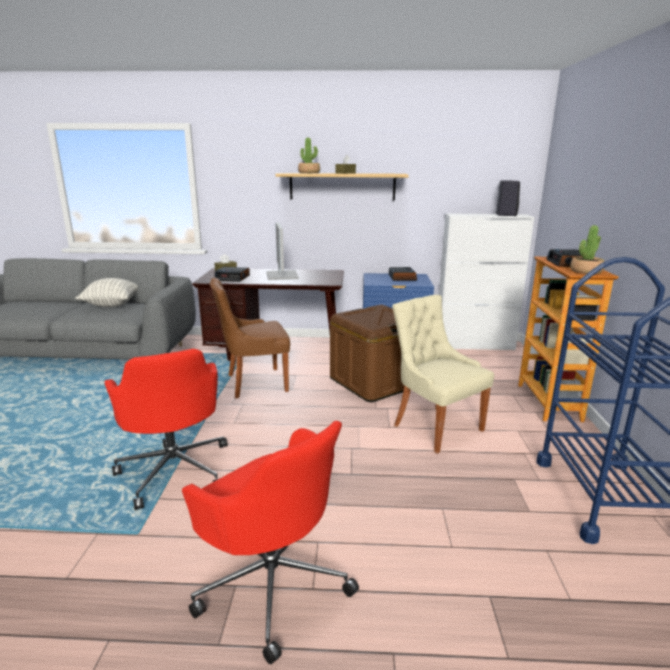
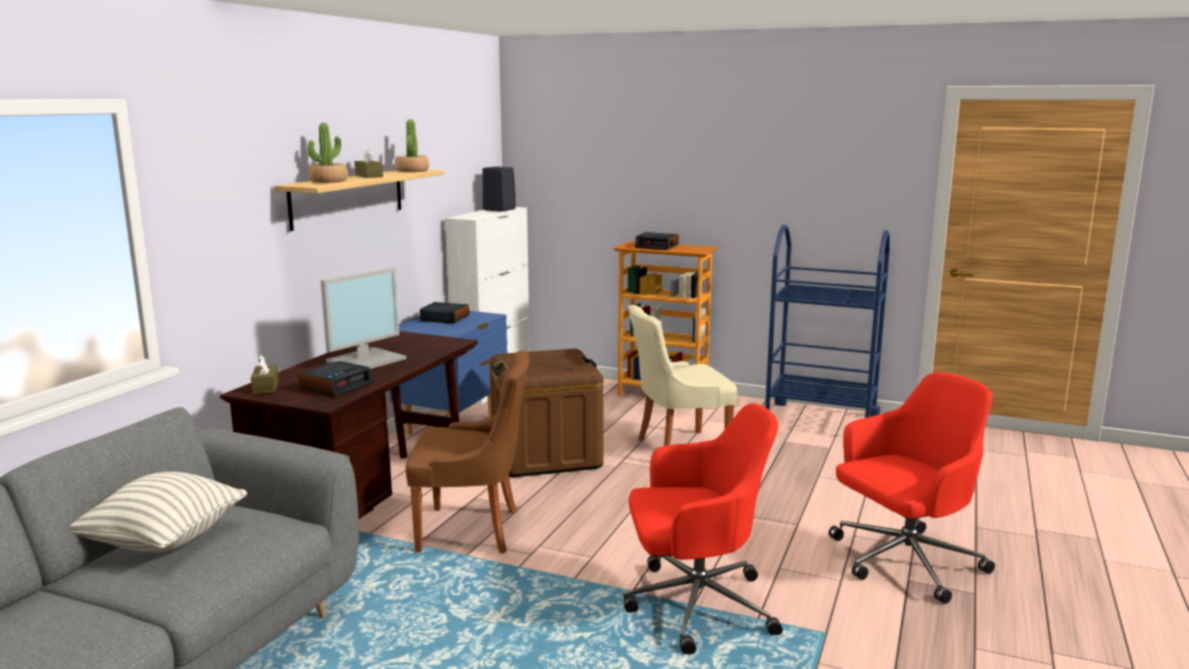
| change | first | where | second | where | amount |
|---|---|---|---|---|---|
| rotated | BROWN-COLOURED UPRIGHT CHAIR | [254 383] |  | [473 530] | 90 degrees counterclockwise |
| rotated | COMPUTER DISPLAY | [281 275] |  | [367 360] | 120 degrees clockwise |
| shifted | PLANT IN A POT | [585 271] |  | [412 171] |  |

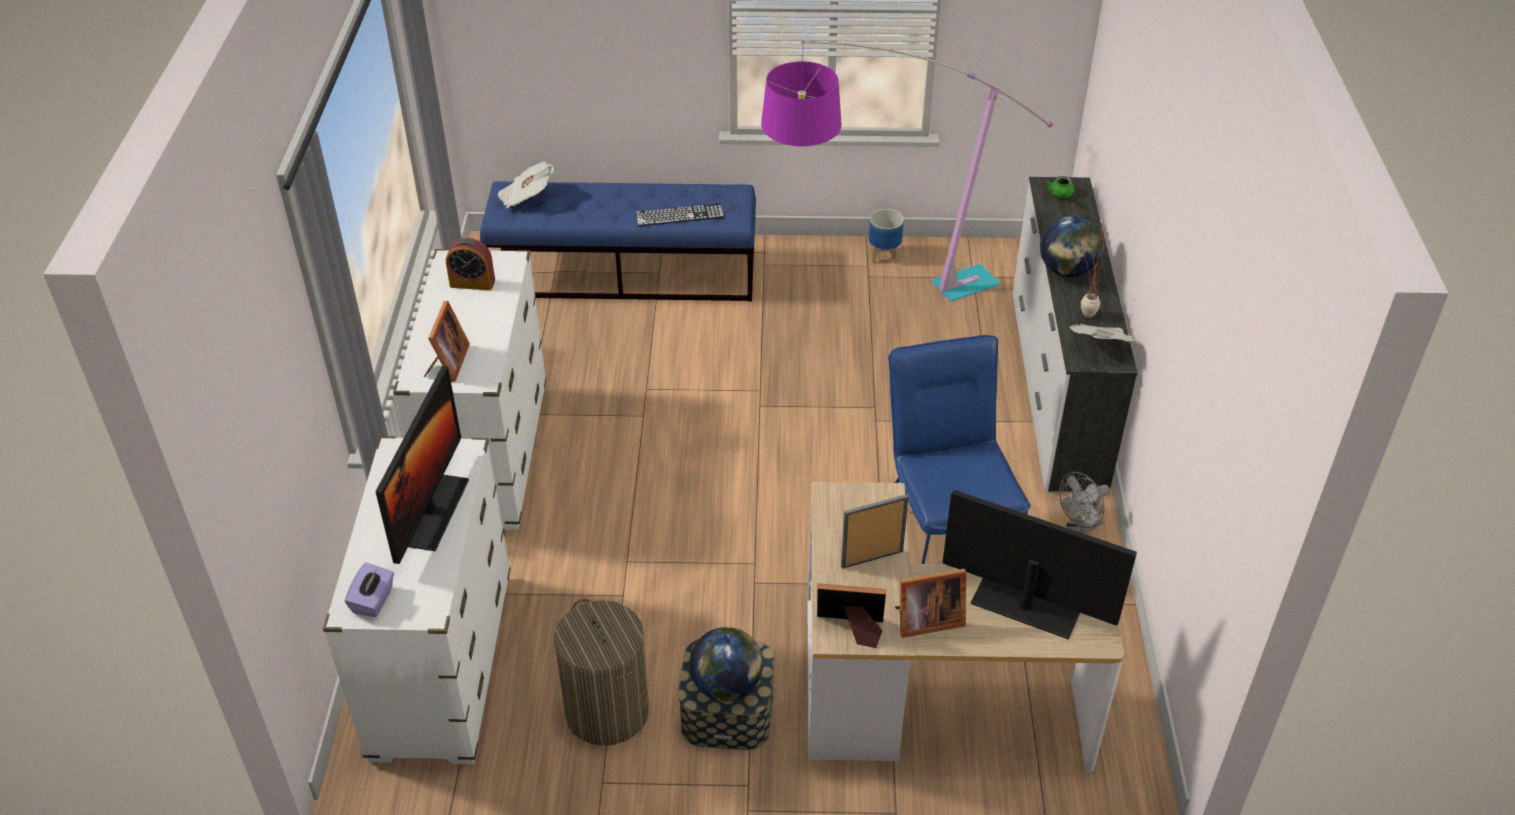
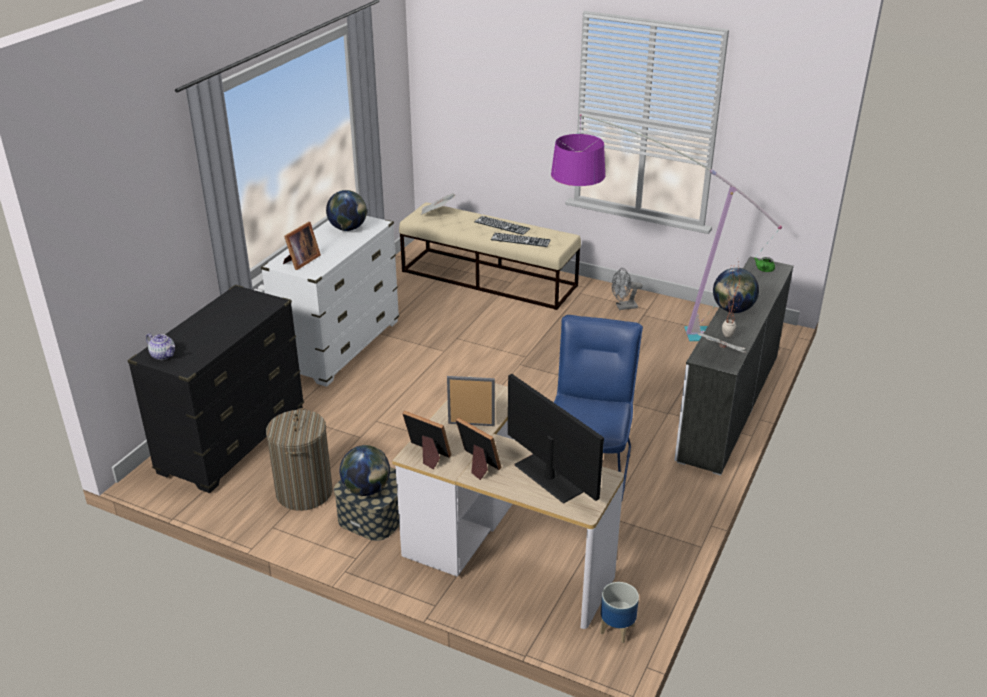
| change | first | where | second | where | amount |
|---|---|---|---|---|---|
| repainted | WHITE DRESSER | [442 665] | BLACK-COLOURED DRESSER | [233 440] |  |
| swapped | PURPLE-COLOURED TISSUE HOLDER | [373 601] | TEAPOT | [163 355] |  |
| gone | COMPUTER DISPLAY | [431 511] |  |  |  |
| swapped | BEDSIDE CLOCK | [472 283] | WORLD GLOBE | [348 229] |  |
| repainted | BLUE LONG SEAT | [625 274] | BEIGE LONG SEAT | [489 278] |  |
| shifted | PLANTER | [884 256] |  | [616 629] |  |
| rotated | PHOTO FRAME | [925 620] |  | [477 465] | 150 degrees counterclockwise |
| shifted | GREYISH FAN | [1080 528] |  | [623 307] |  |
| new |  |  | COMPUTER KEYBOARD | [502 225] |  |

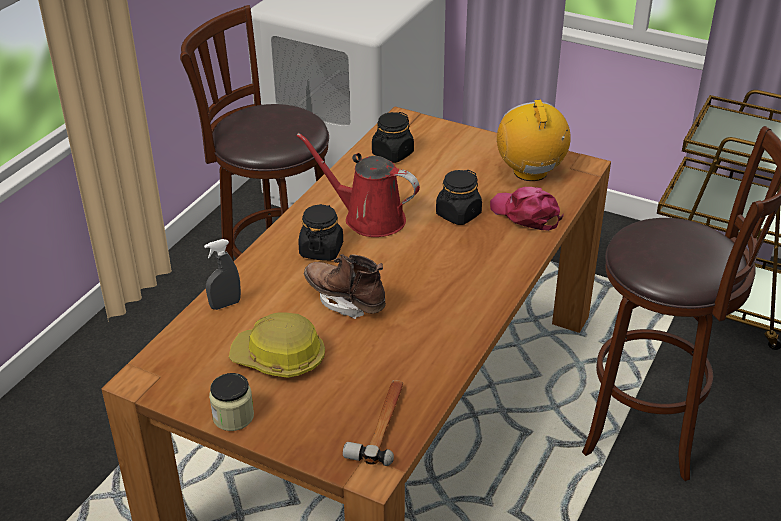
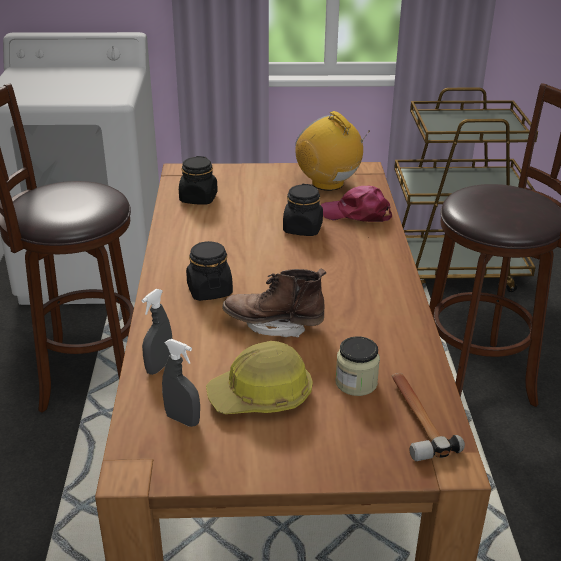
| change | first | where | second | where | amount |
|---|---|---|---|---|---|
| shifted | STORAGE JAR | [233 417] |  | [356 383] |  |
| gone | RED SPRINKLING CAN | [369 218] |  |  |  |
| new |  |  | GREYISH SPRAY BOTTLE | [182 419] |  |

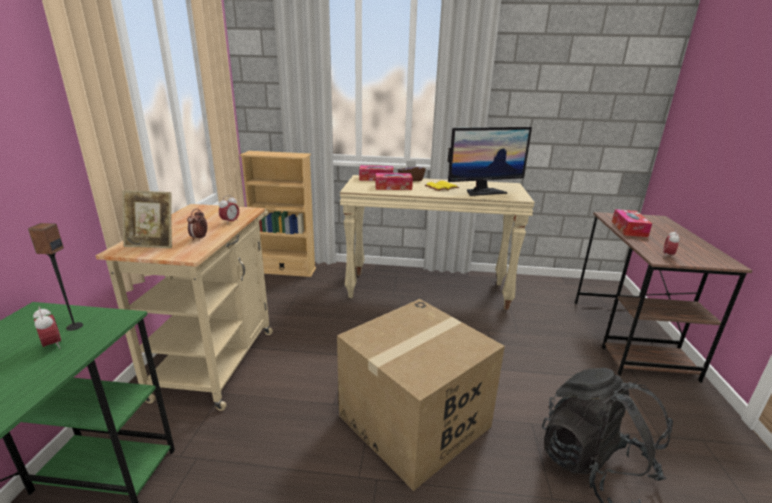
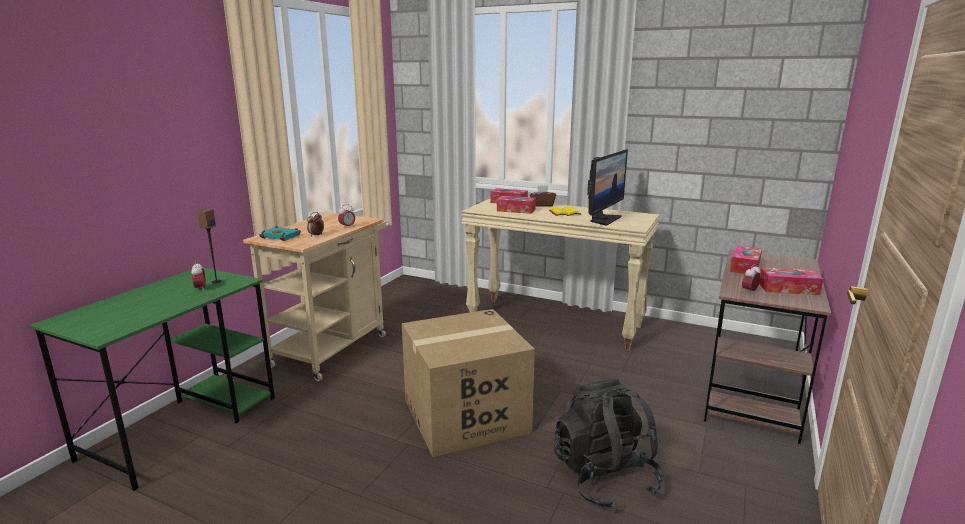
| change | first | where | second | where | amount |
|---|---|---|---|---|---|
| swapped | PHOTO FRAME | [152 244] | TURQUOISE-COLOURED VOLUME | [282 236] |  |
| gone | BEIGE SHELVING UNIT | [285 270] |  |  |  |
| rotated | COMPUTER DISPLAY | [483 191] |  | [603 219] | 60 degrees counterclockwise |
| new |  |  | TISSUE HOLDER | [788 288] |  |

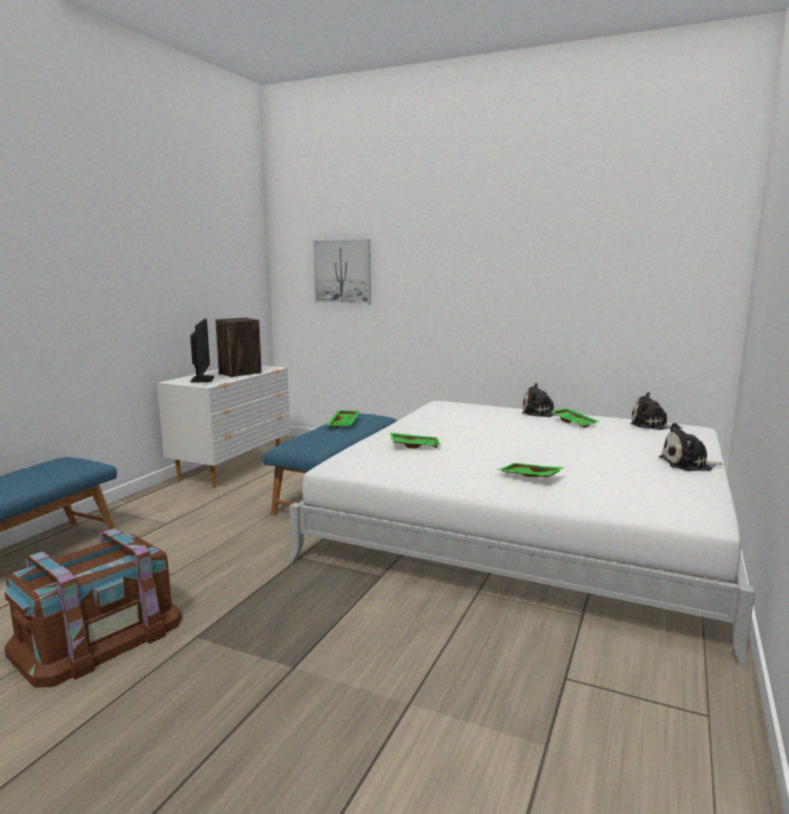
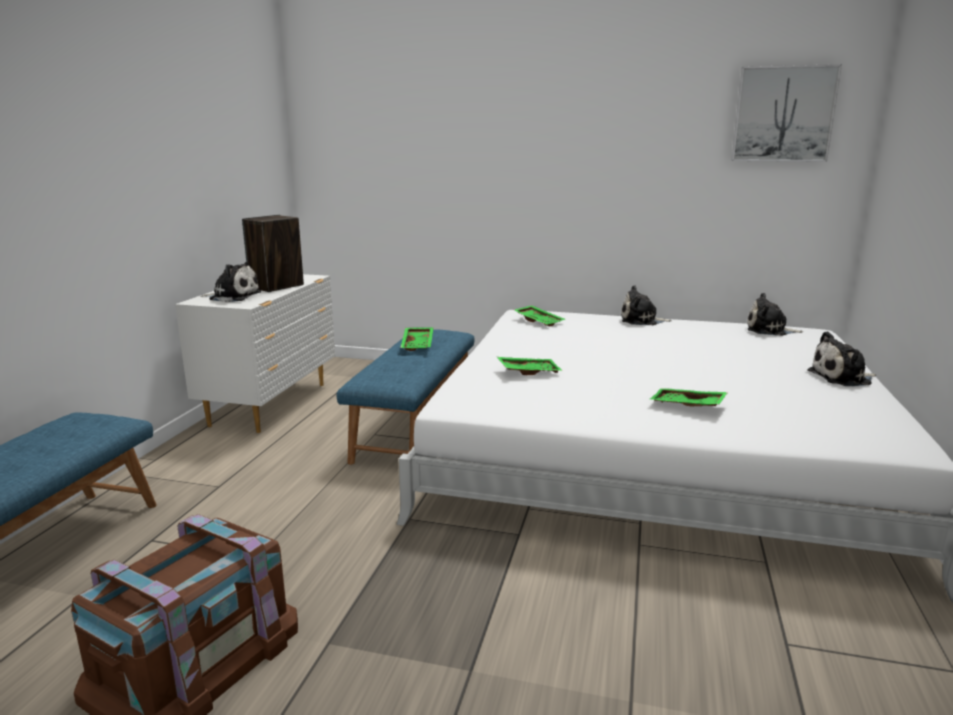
| change | first | where | second | where | amount |
|---|---|---|---|---|---|
| swapped | COMPUTER DISPLAY | [202 379] | PLUSH TOY | [233 297] |  |
| shifted | WALL PICTURE | [342 272] |  | [783 114] |  |
| shifted | GREEN-COLOURED CARRYING TRAY | [574 422] |  | [539 321] |  |

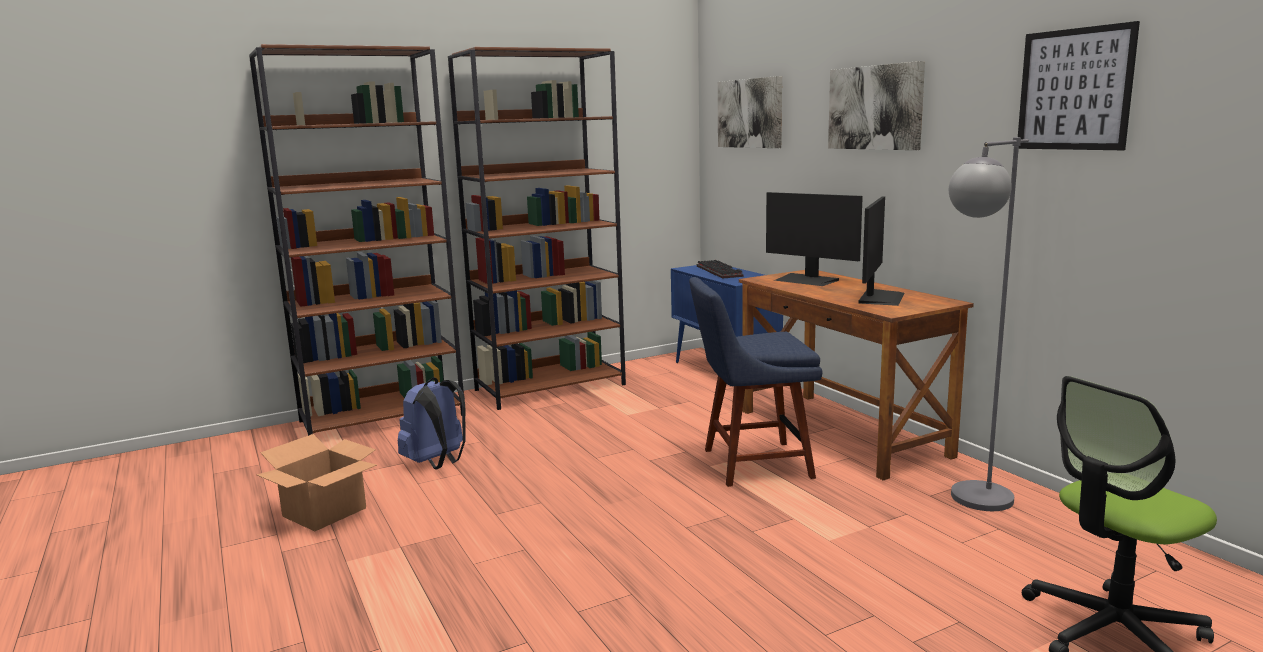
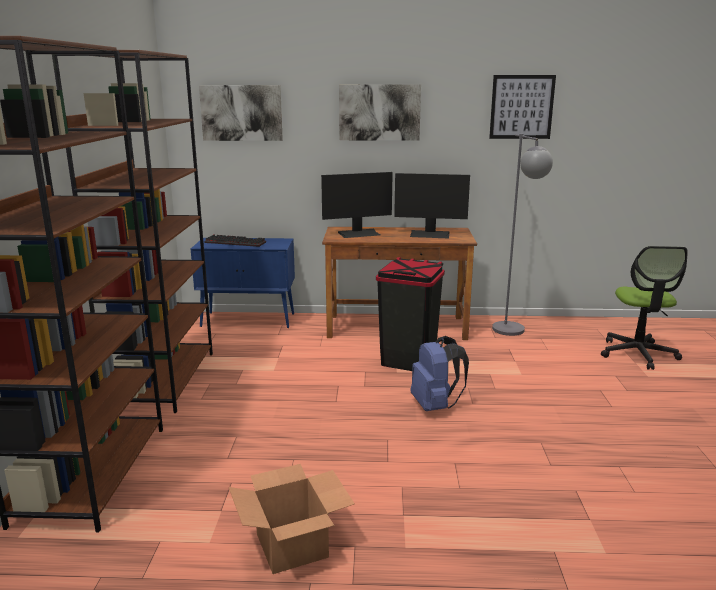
| change | first | where | second | where | amount |
|---|---|---|---|---|---|
| shifted | BLUE RUCKSACK | [437 463] |  | [435 406] |  |
| swapped | BLUE UPRIGHT CHAIR | [751 464] | BLACK-COLOURED TRASH CAN | [408 361] |  |
| rotated | COMPUTER DISPLAY | [880 297] |  | [430 234] | 135 degrees clockwise |

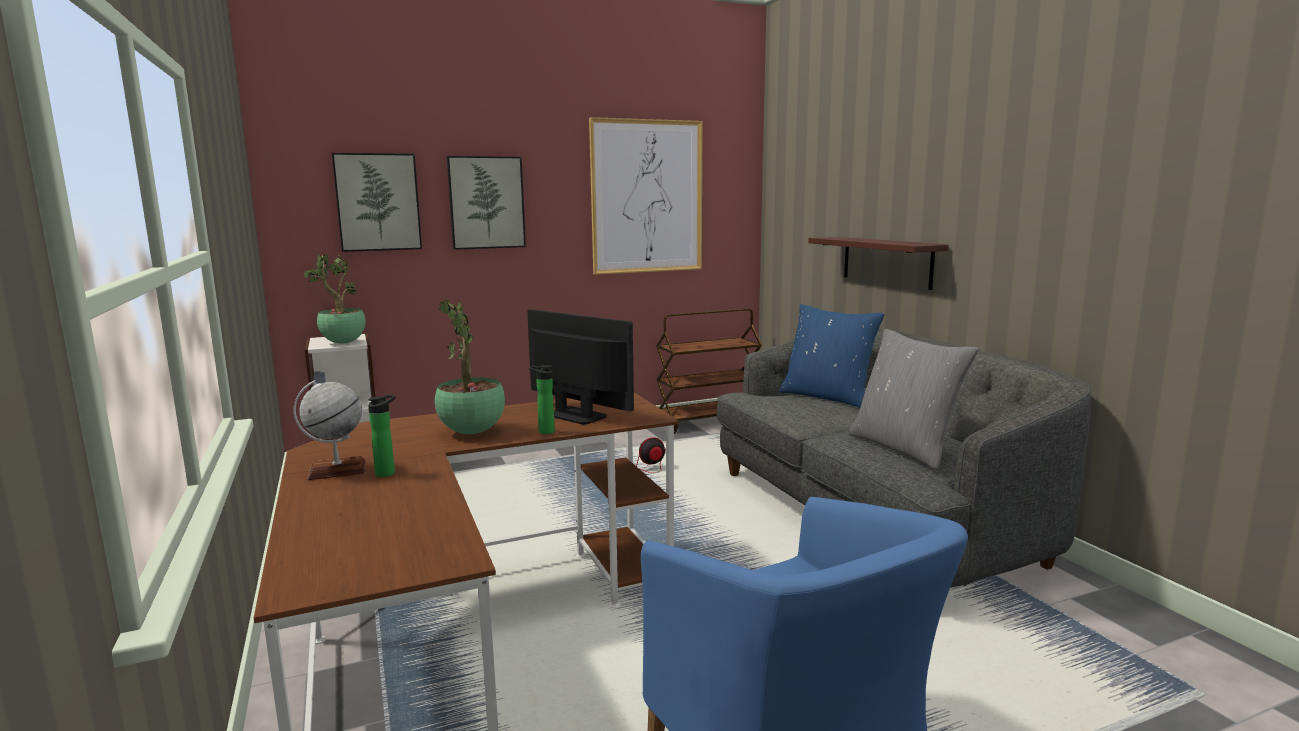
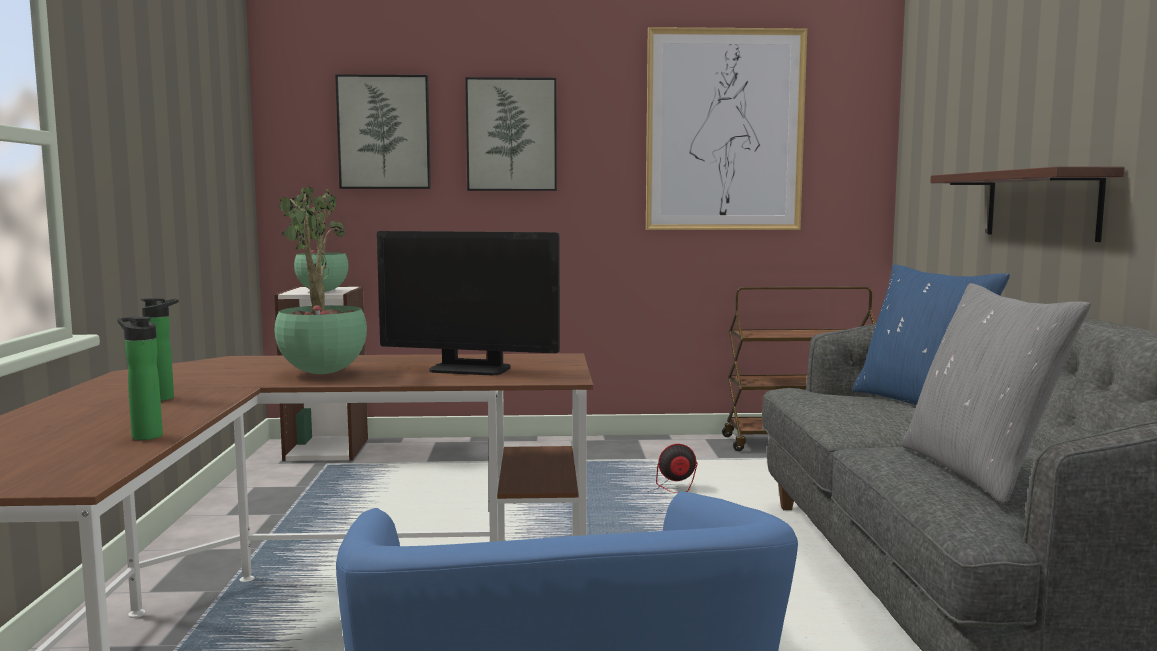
| change | first | where | second | where | amount |
|---|---|---|---|---|---|
| gone | WORLD GLOBE | [337 470] |  |  |  |
| rotated | COMPUTER DISPLAY | [576 416] |  | [470 369] | 135 degrees clockwise |
| shifted | BOTTLE | [544 432] |  | [144 436] |  |

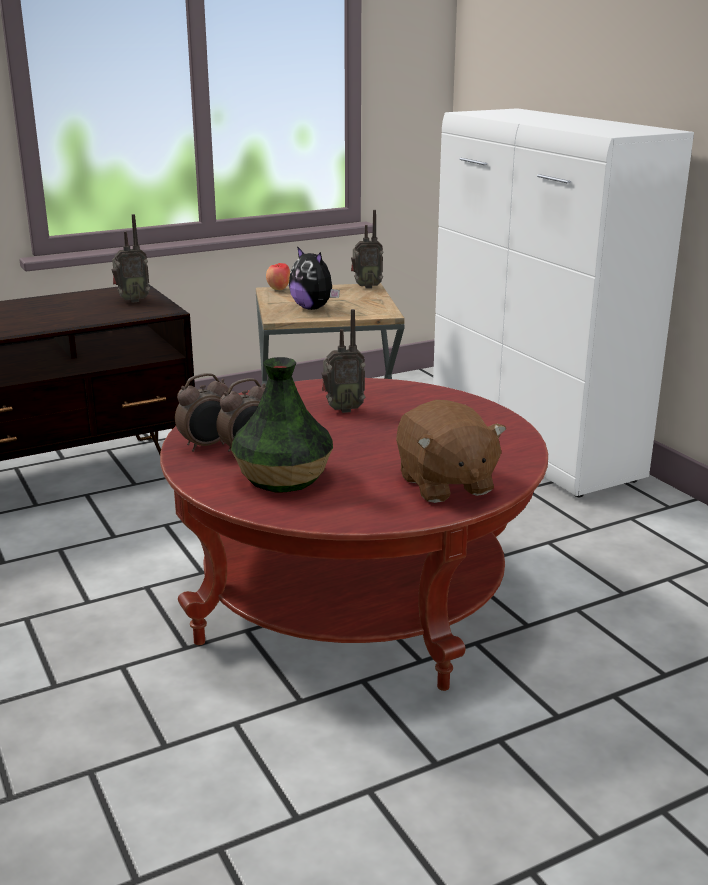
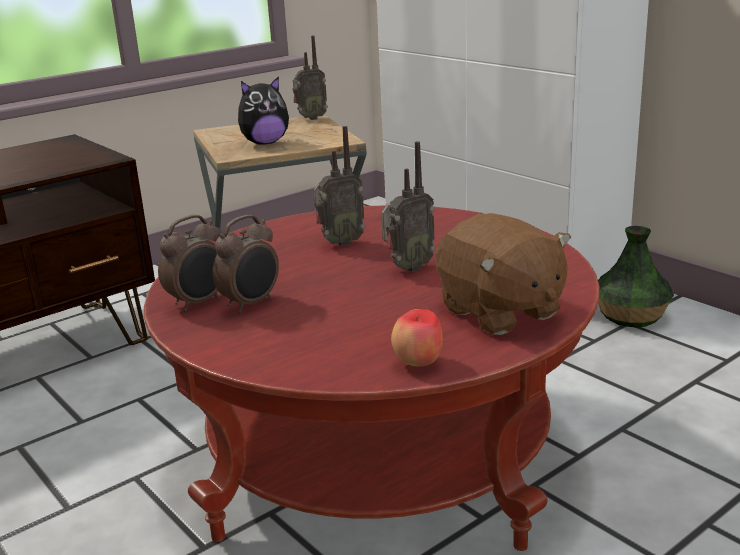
| change | first | where | second | where | amount |
|---|---|---|---|---|---|
| shifted | RADIO RECEIVER | [132 300] |  | [407 268] |  |
| shifted | VASE | [283 478] |  | [631 316] |  |
| shifted | APPLE FRUIT | [279 289] |  | [418 363] |  |
| rotated | PLUSH TOY | [313 308] |  | [265 143] | 60 degrees counterclockwise |

